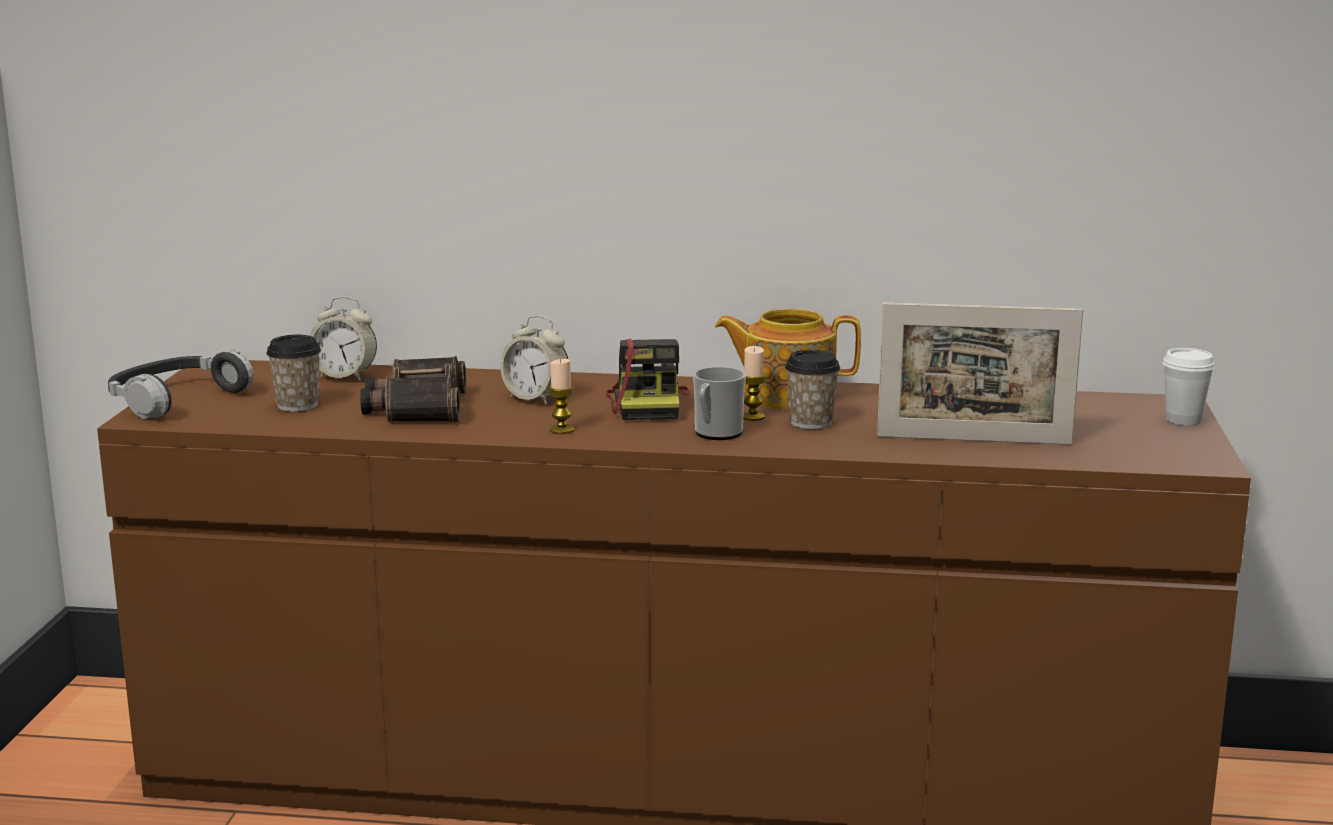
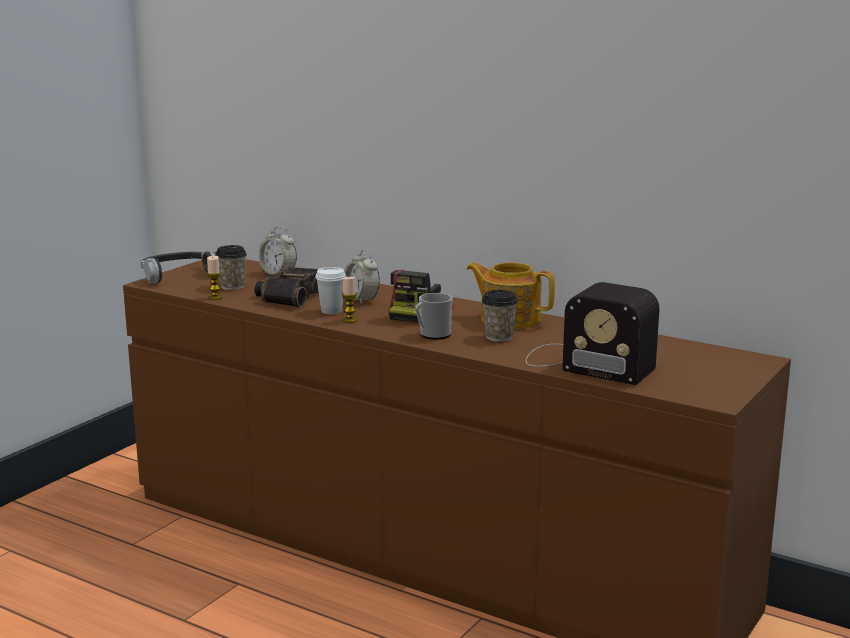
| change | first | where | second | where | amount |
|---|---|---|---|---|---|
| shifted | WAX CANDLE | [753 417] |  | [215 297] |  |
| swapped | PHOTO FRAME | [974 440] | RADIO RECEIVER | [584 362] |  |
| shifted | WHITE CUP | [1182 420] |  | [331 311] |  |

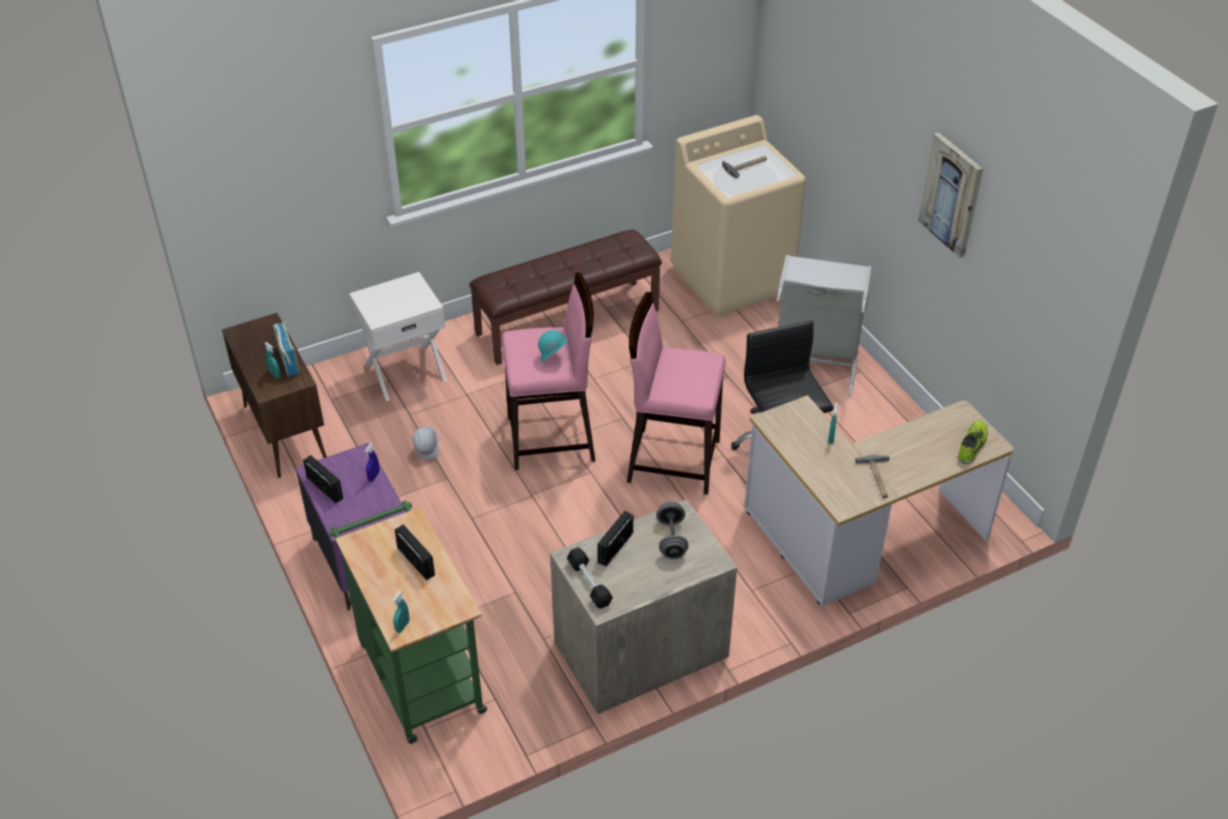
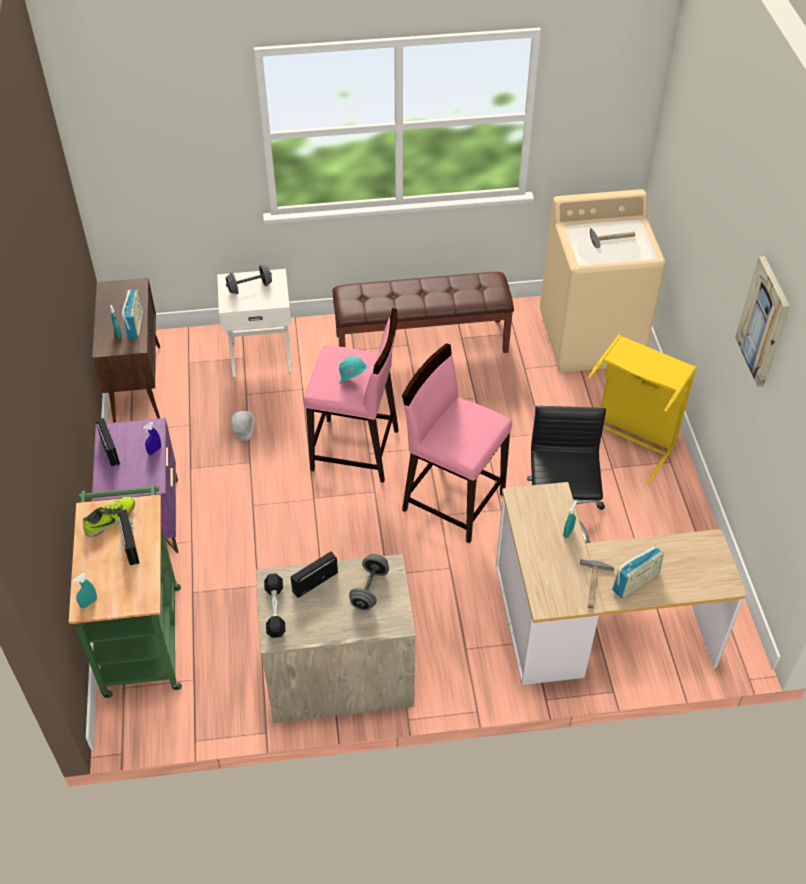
| change | first | where | second | where | amount |
|---|---|---|---|---|---|
| repainted | GREYISH LAUNDRY BASKET | [814 362] | YELLOW-COLOURED LAUNDRY BASKET | [630 441] |  |
| shifted | SHOE | [972 445] |  | [111 519] |  |
| new |  |  | GREYISH HAND WEIGHT | [249 287] |  |
| new |  |  | RADIO RECEIVER | [635 582] |  |

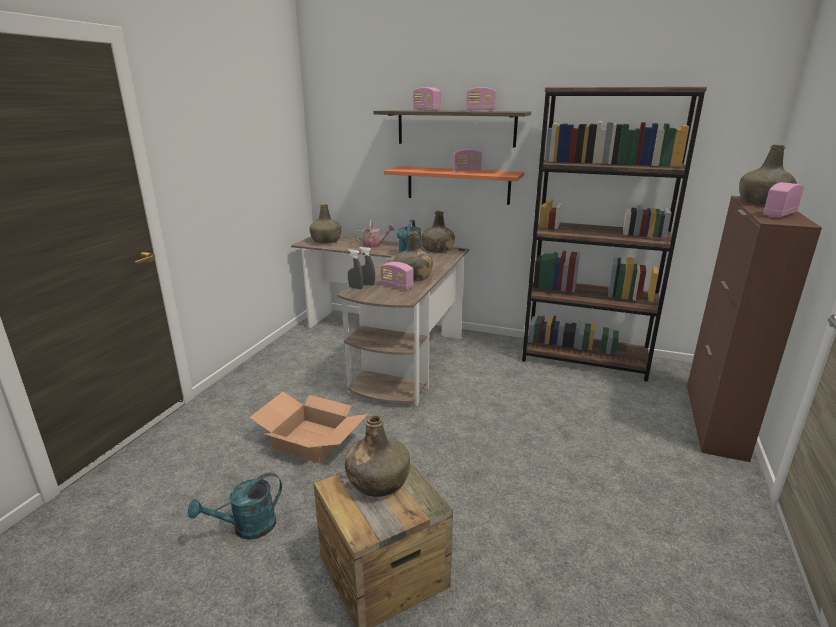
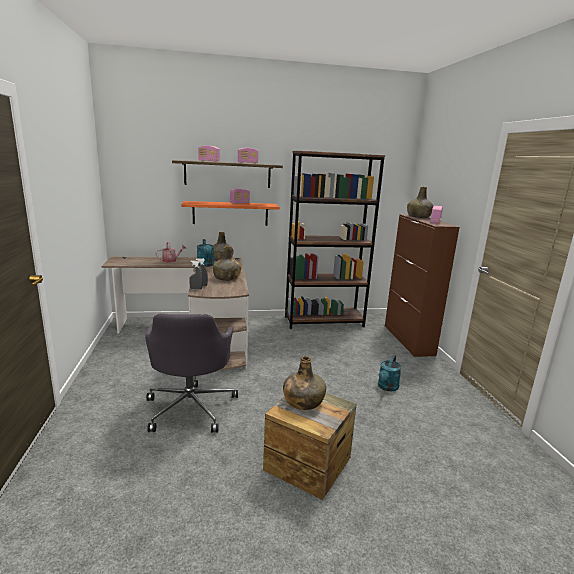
| change | first | where | second | where | amount |
|---|---|---|---|---|---|
| shifted | TURQUOISE-COLOURED SPRINKLING CAN | [247 528] |  | [387 387] |  |
| swapped | CARDBOARD BOX | [309 441] | GREYISH DESK CHAIR | [191 407] |  |
| gone | GREEN-COLOURED BOTTLE | [326 241] |  |  |  |
| gone | RADIO RECEIVER | [397 286] |  |  |  |

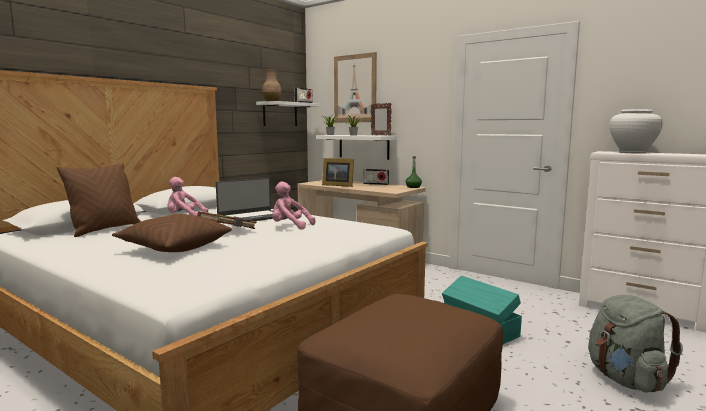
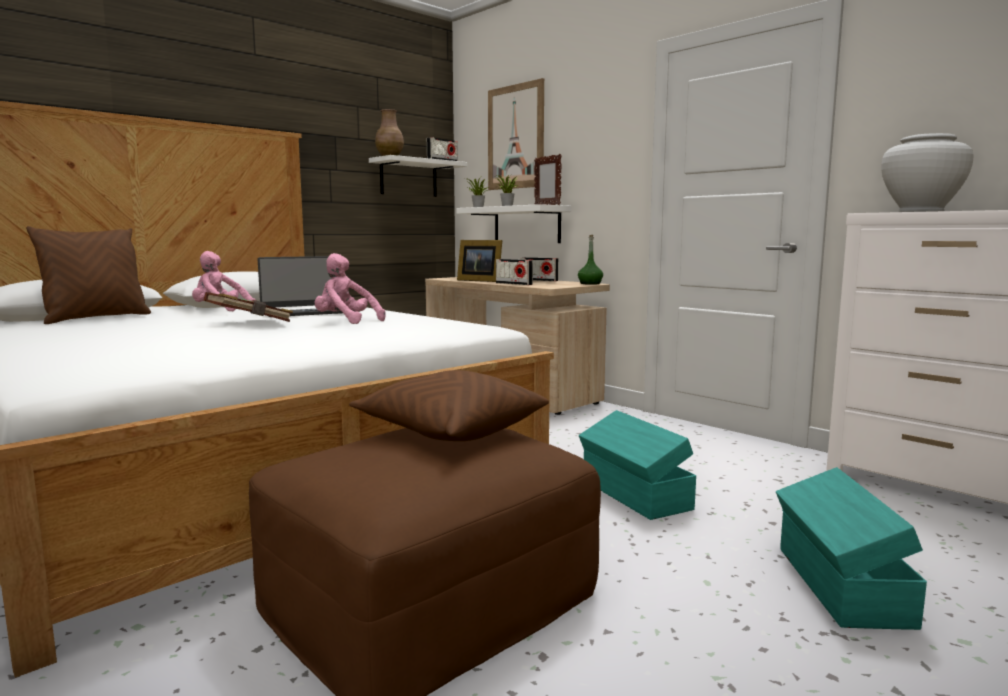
| change | first | where | second | where | amount |
|---|---|---|---|---|---|
| shifted | BROWN-COLOURED THROW PILLOW | [174 248] |  | [450 431] |  |
| swapped | GREYISH RUCKSACK | [625 379] | TURQUOISE-COLOURED STORAGE BIN | [840 586] |  |
| new |  |  | RADIO RECEIVER | [514 284] |  |

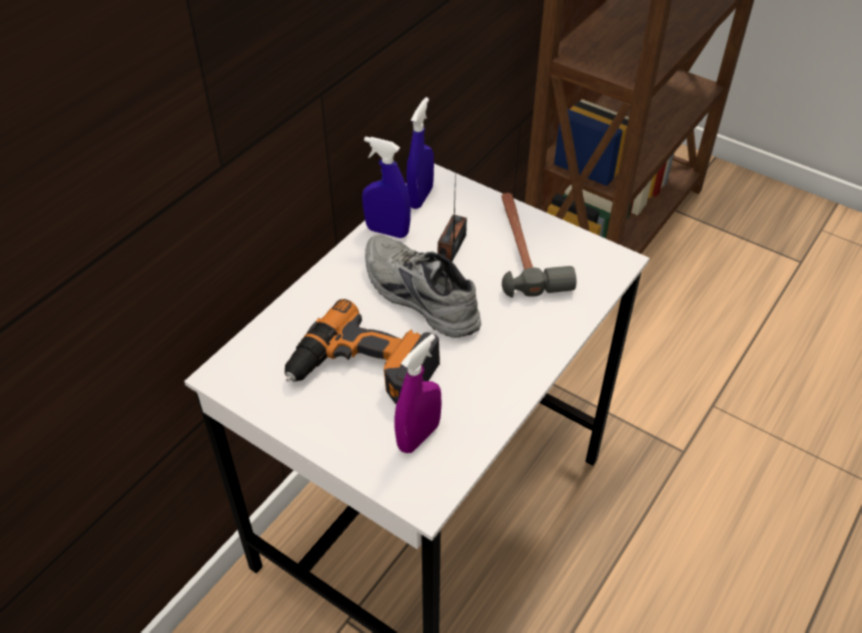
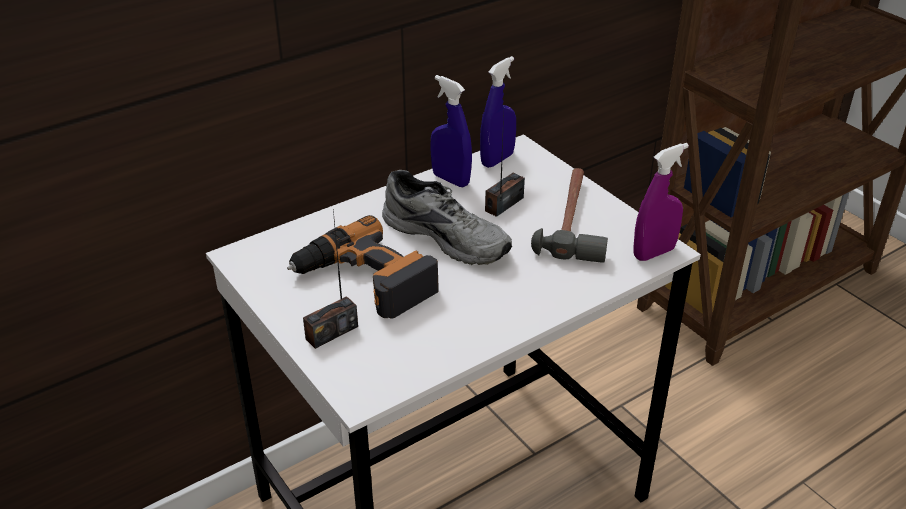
| change | first | where | second | where | amount |
|---|---|---|---|---|---|
| rotated | GREYISH SHOE | [417 296] |  | [448 235] | 150 degrees clockwise |
| shifted | PURPLE-COLOURED SPRAY BOTTLE | [418 436] |  | [654 253] |  |
| new |  |  | RADIO RECEIVER | [331 332] |  |

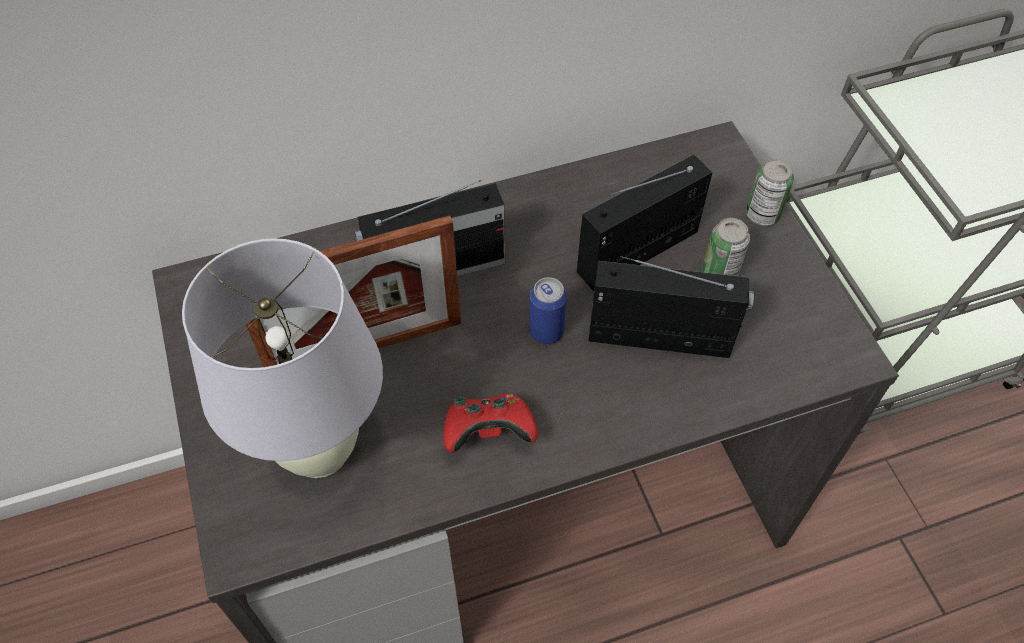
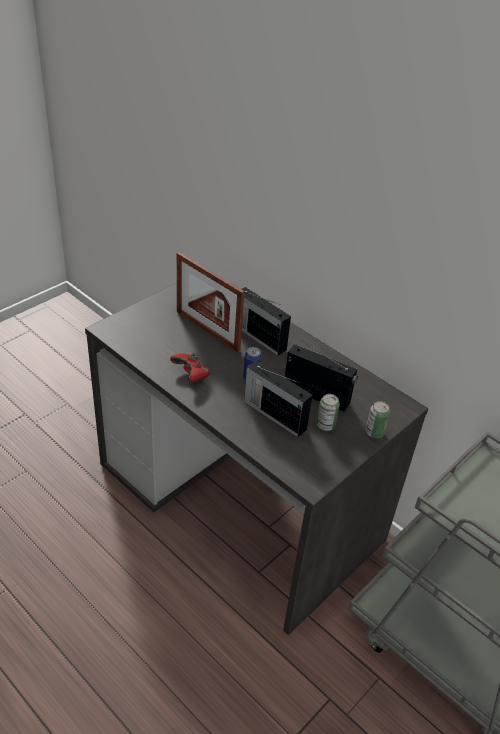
| change | first | where | second | where | amount |
|---|---|---|---|---|---|
| gone | WHITE LAMP FOR A TABLE | [319 452] |  |  |  |
| rotated | RADIO RECEIVER | [662 338] |  | [274 414] | 150 degrees clockwise |

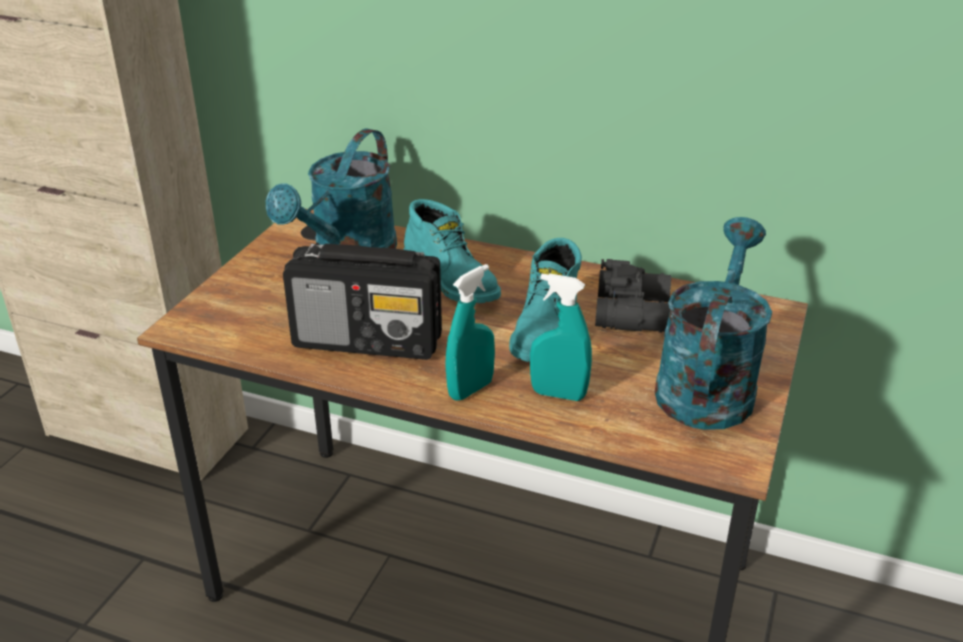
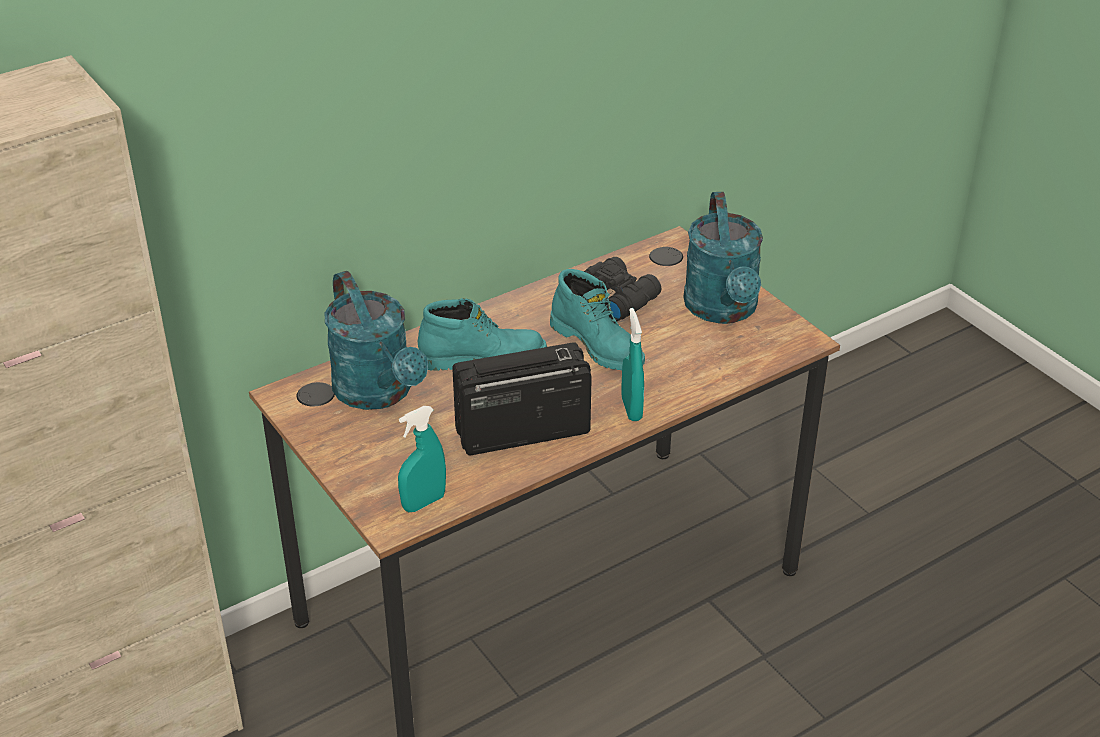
| change | first | where | second | where | amount |
|---|---|---|---|---|---|
| rotated | RADIO RECEIVER | [369 340] |  | [521 431] | 150 degrees counterclockwise |
| shifted | TURQUOISE-COLOURED SPRAY BOTTLE | [558 394] |  | [423 502] |  |
| rotated | TURQUOISE-COLOURED SPRINKLING CAN | [707 383] |  | [723 310] | 150 degrees counterclockwise |

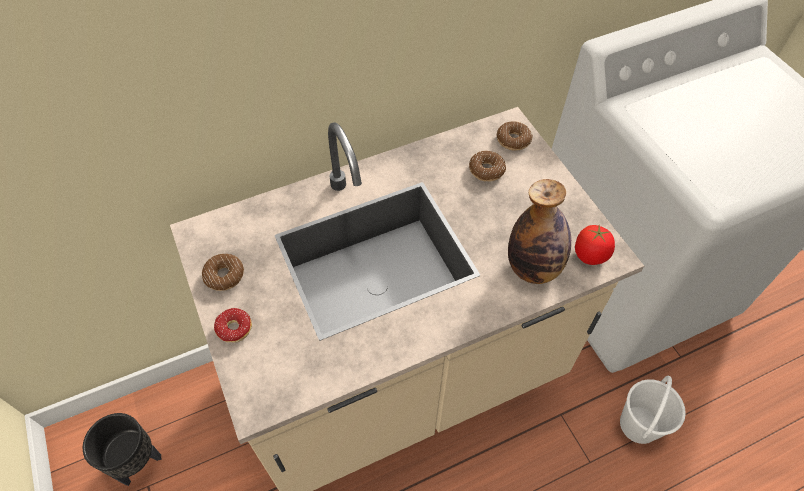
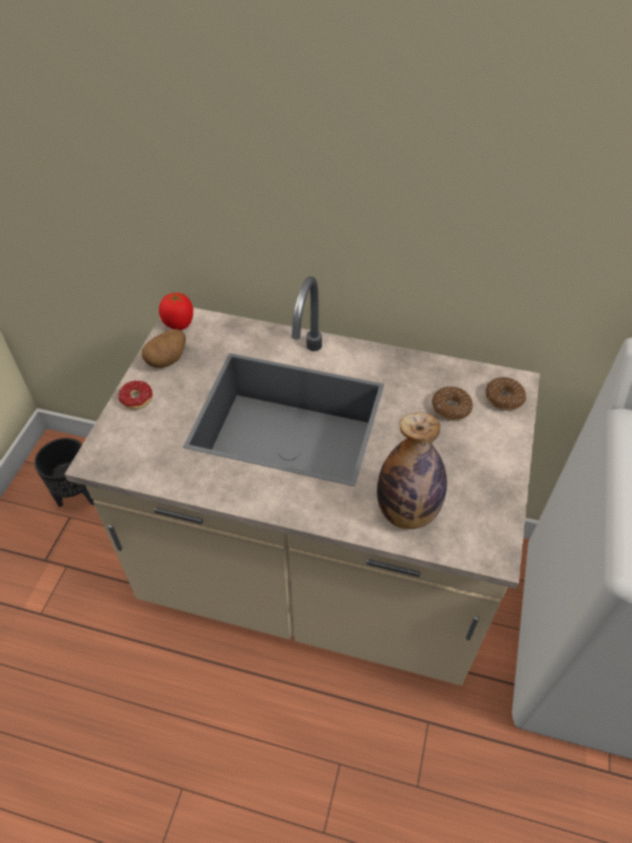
| change | first | where | second | where | amount |
|---|---|---|---|---|---|
| swapped | DONUT | [224 275] | SPUD | [167 359] |  |
| shifted | TOMATO | [590 255] |  | [179 324] |  |
| gone | WHITE BUCKET | [639 424] |  |  |  |

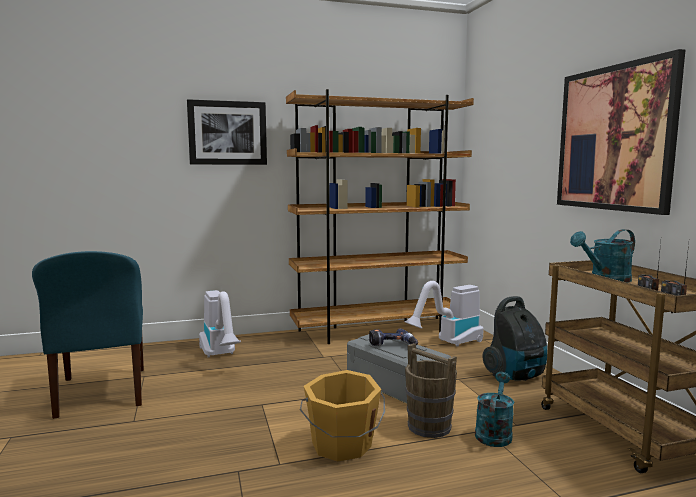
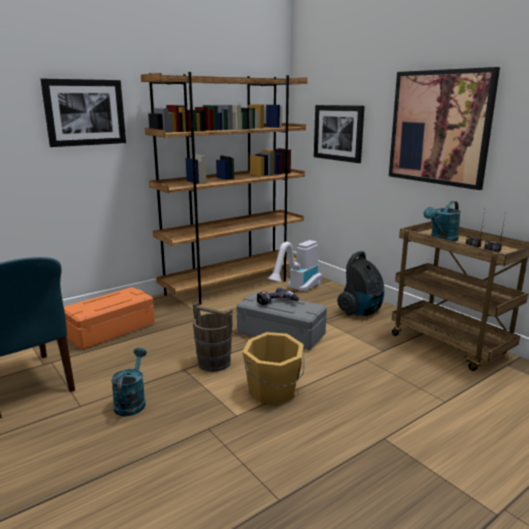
| change | first | where | second | where | amount |
|---|---|---|---|---|---|
| swapped | VACUUM CLEANER | [221 356] | ORANGE-COLOURED STORAGE BIN | [111 330] |  |
| shifted | BROWN-COLOURED BUCKET | [429 426] |  | [214 362] |  |
| shifted | TURQUOISE-COLOURED SPRINKLING CAN | [494 433] |  | [131 402] |  |
| new |  |  | WALL PICTURE | [338 133] |  |

